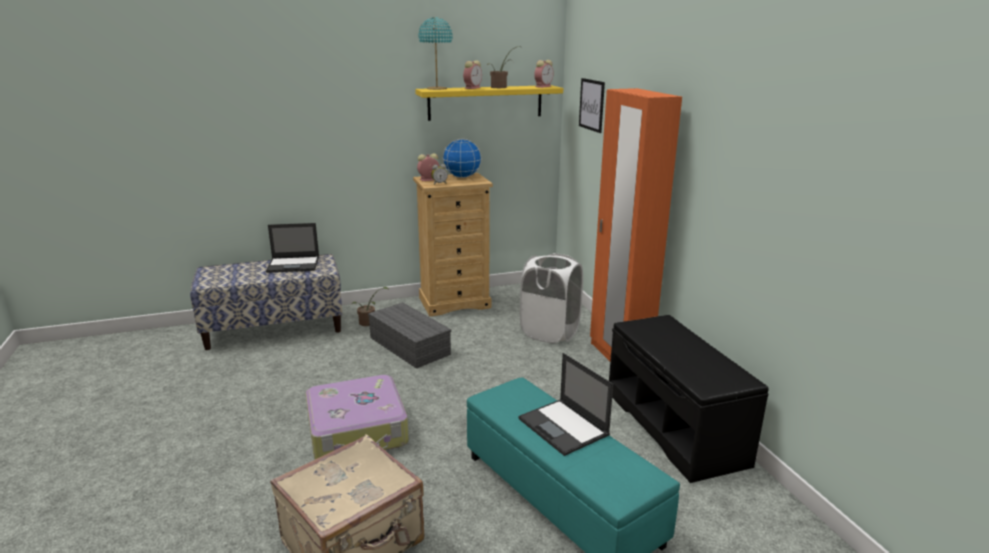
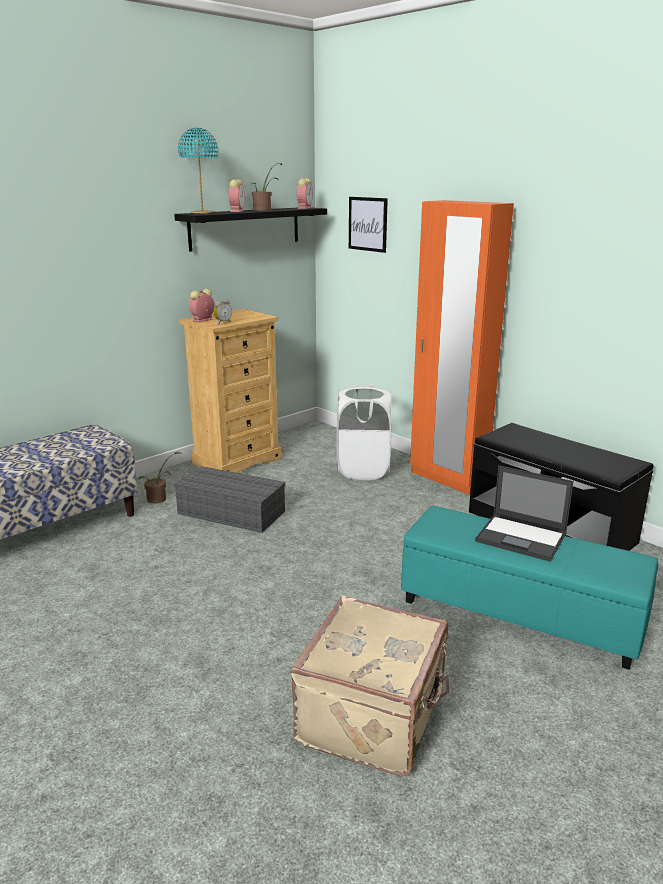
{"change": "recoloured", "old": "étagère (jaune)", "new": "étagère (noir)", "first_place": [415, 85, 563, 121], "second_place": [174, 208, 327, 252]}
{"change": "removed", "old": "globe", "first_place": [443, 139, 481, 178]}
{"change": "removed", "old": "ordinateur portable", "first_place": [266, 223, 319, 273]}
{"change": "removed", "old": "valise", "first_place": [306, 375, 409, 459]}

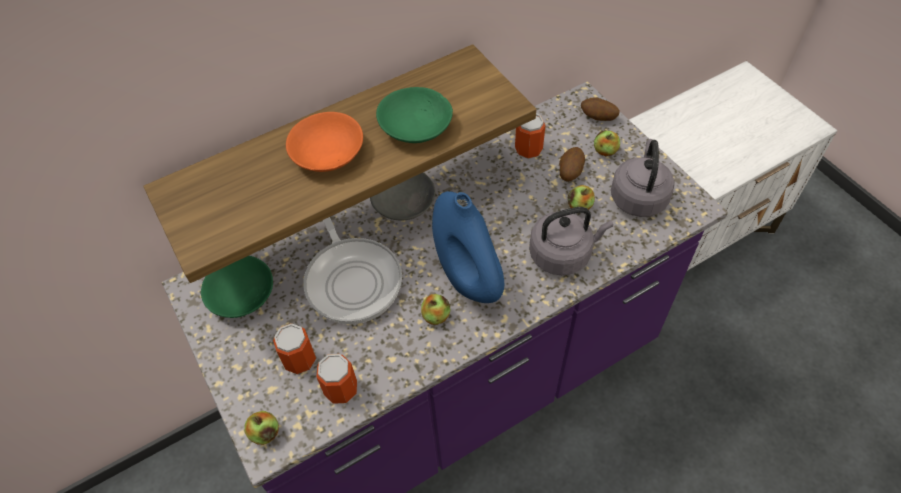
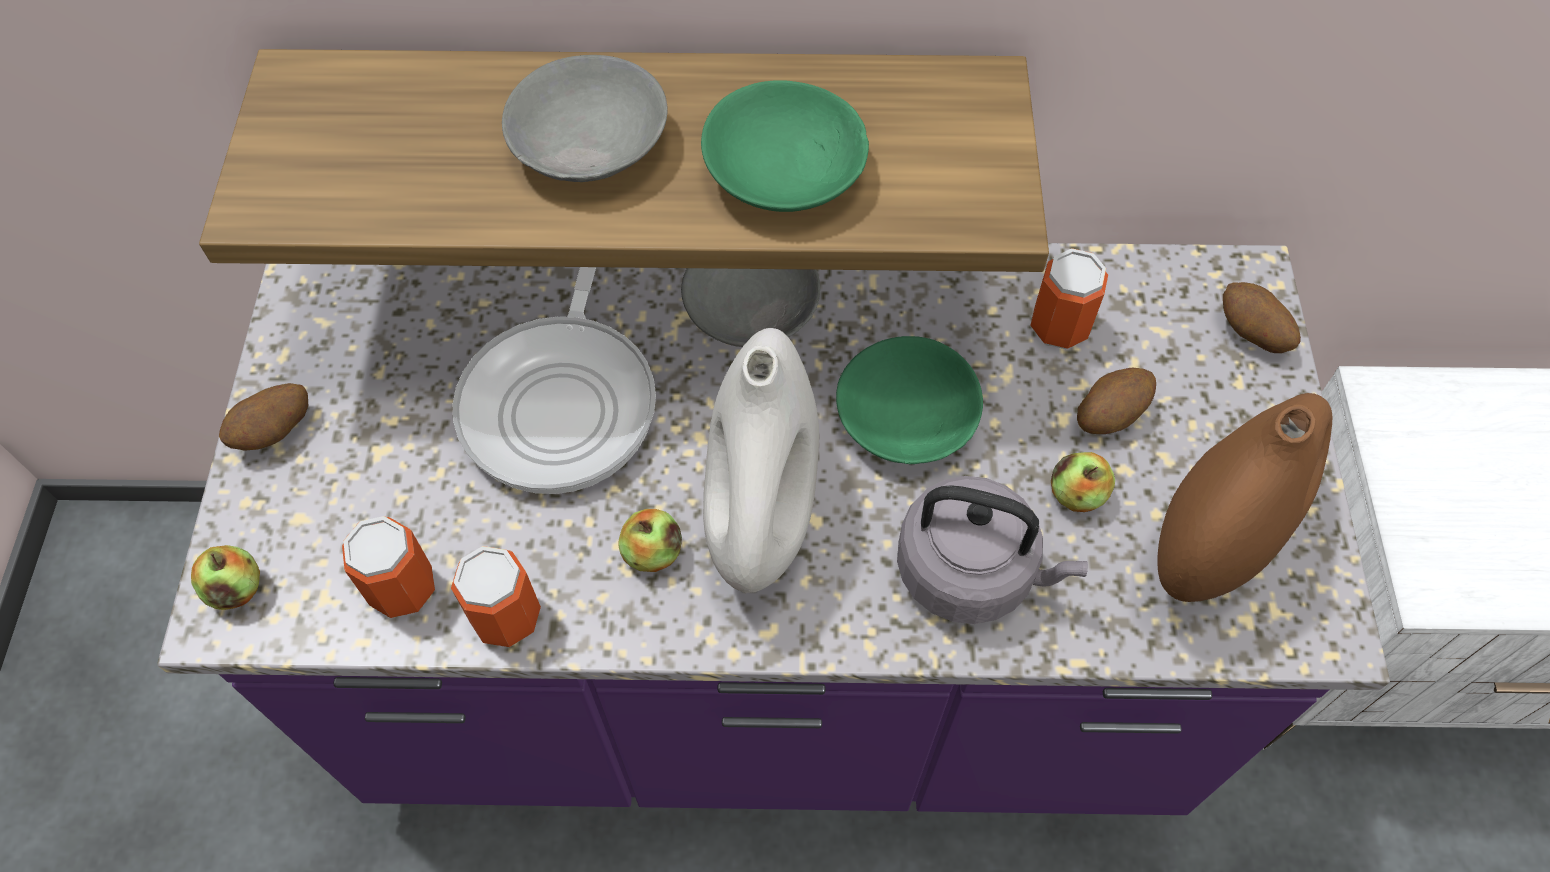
{"change": "recoloured", "old": "bol (orange)", "new": "bol (gris)", "first_place": [286, 112, 363, 172], "second_place": [502, 55, 668, 182]}
{"change": "removed", "old": "pomme", "first_place": [594, 131, 620, 156]}
{"change": "replaced", "old": "bouilloire (gris)", "new": "vase (marron)", "first_place": [611, 139, 675, 217], "second_place": [1158, 393, 1332, 602]}
{"change": "recoloured", "old": "vase (bleu)", "new": "vase (blanc)", "first_place": [432, 191, 504, 303], "second_place": [703, 328, 819, 593]}
{"change": "moved", "old": "bol (vert)", "first_place": [201, 256, 273, 318], "second_place": [836, 336, 983, 464]}
{"change": "moved", "old": "boîte métallique", "first_place": [273, 323, 316, 374], "second_place": [451, 546, 541, 647]}
{"change": "added", "new": "pomme de terre", "second_place": [219, 383, 308, 451]}

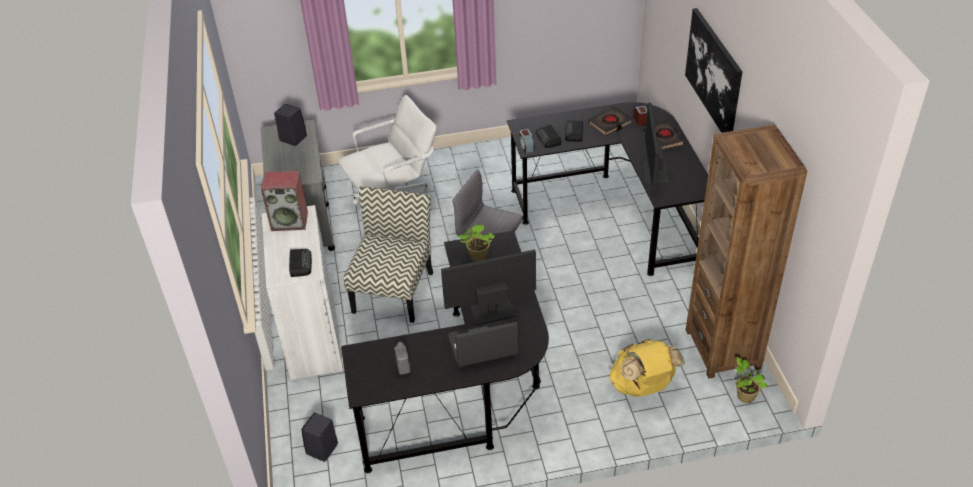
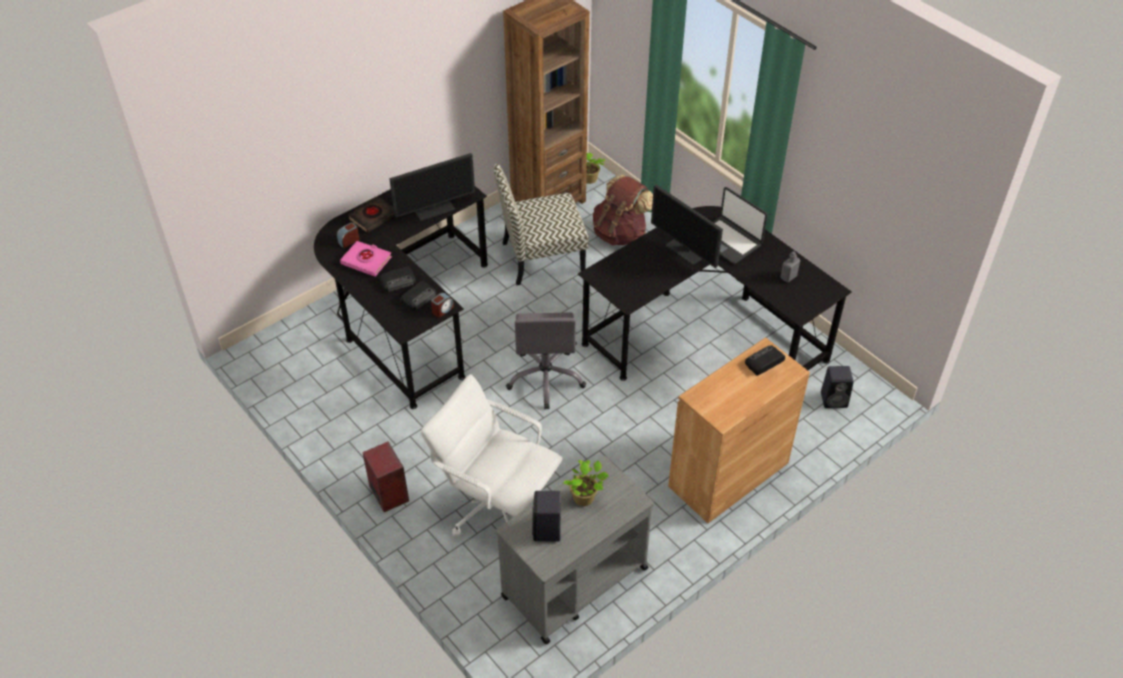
{"change": "removed", "old": "tableau", "first_place": [685, 8, 742, 133]}
{"change": "recoloured", "old": "livre (noir)", "new": "livre (rose)", "first_place": [588, 107, 632, 136], "second_place": [340, 241, 392, 277]}
{"change": "moved", "old": "enceinte", "first_place": [261, 171, 308, 231], "second_place": [362, 442, 409, 512]}
{"change": "moved", "old": "chaise", "first_place": [343, 186, 433, 323], "second_place": [494, 164, 588, 285]}
{"change": "recoloured", "old": "meuble de rangement (blanc)", "new": "meuble de rangement (marron)", "first_place": [262, 205, 343, 380], "second_place": [668, 337, 810, 523]}
{"change": "moved", "old": "plante en pot", "first_place": [458, 224, 495, 261], "second_place": [563, 460, 609, 506]}
{"change": "recoloured", "old": "sac à dos (jaune)", "new": "sac à dos (marron)", "first_place": [609, 339, 685, 397], "second_place": [593, 175, 653, 245]}

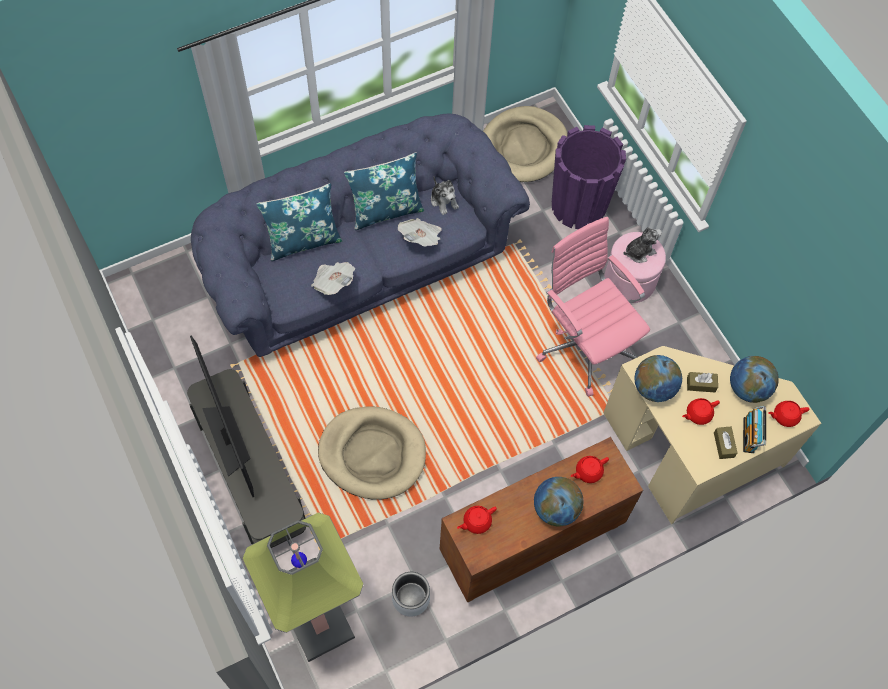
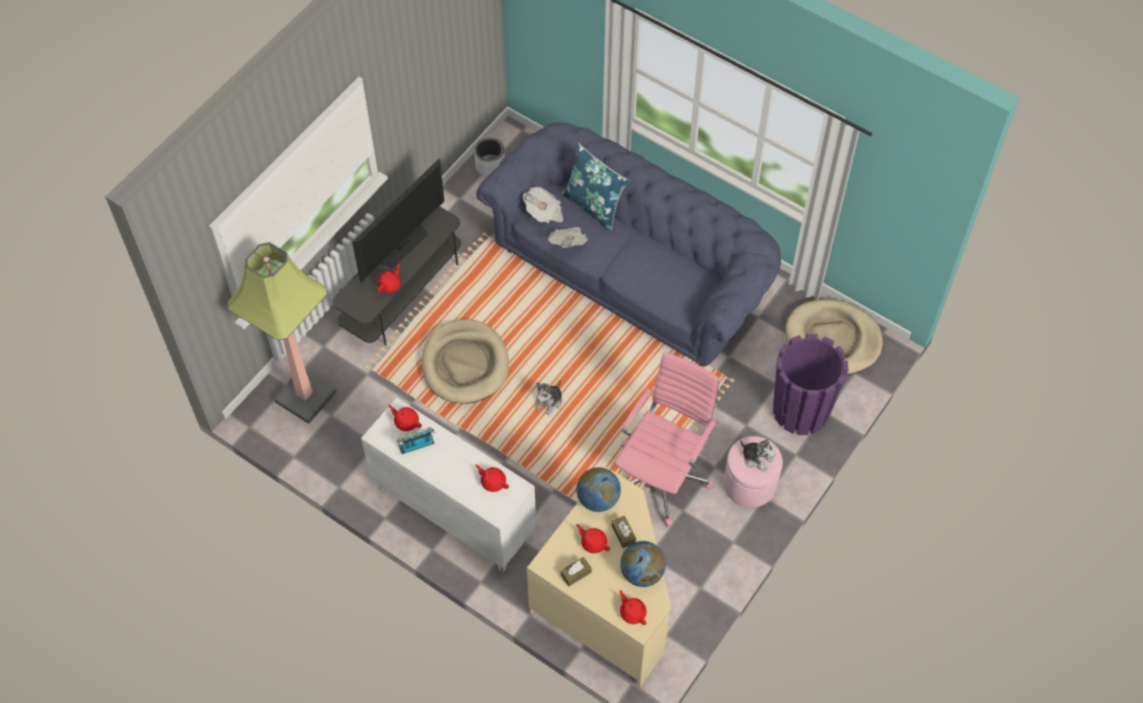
{"change": "removed", "old": "coussin (bleu)", "first_place": [344, 153, 424, 230]}
{"change": "moved", "old": "peluche", "first_place": [431, 177, 459, 215], "second_place": [535, 380, 562, 416]}
{"change": "moved", "old": "journal", "first_place": [398, 218, 442, 247], "second_place": [523, 187, 563, 223]}
{"change": "moved", "old": "radio", "first_place": [743, 406, 766, 453], "second_place": [397, 427, 435, 454]}
{"change": "recoloured", "old": "meuble de rangement (marron)", "new": "meuble de rangement (blanc)", "first_place": [440, 437, 643, 602], "second_place": [361, 398, 536, 572]}
{"change": "removed", "old": "globe", "first_place": [534, 477, 584, 526]}
{"change": "moved", "old": "cache-pot (gris)", "first_place": [392, 572, 430, 617], "second_place": [474, 138, 505, 176]}
{"change": "added", "new": "théière (rouge)", "second_place": [378, 264, 400, 293]}

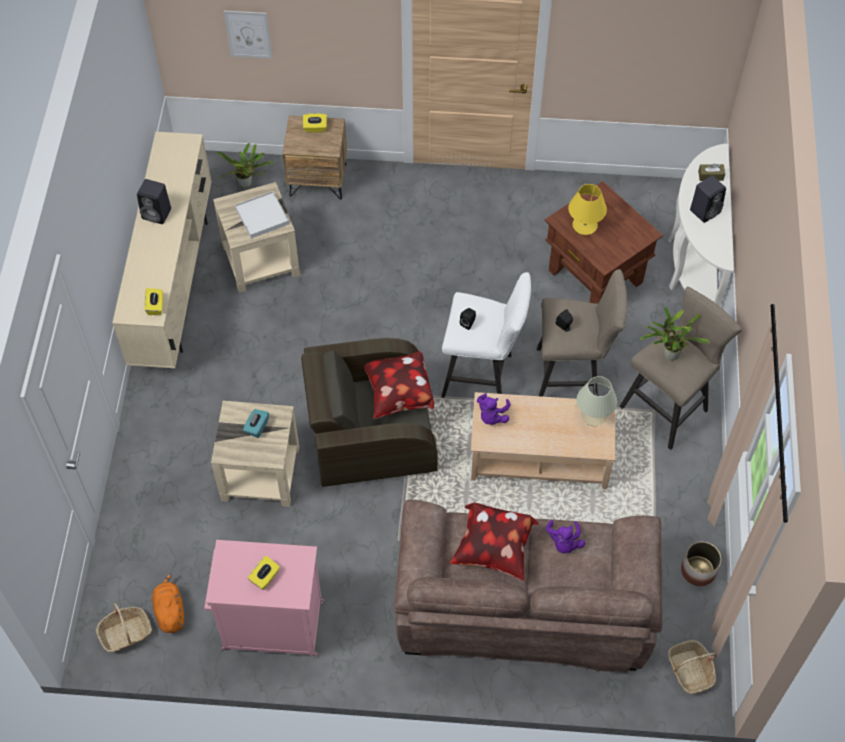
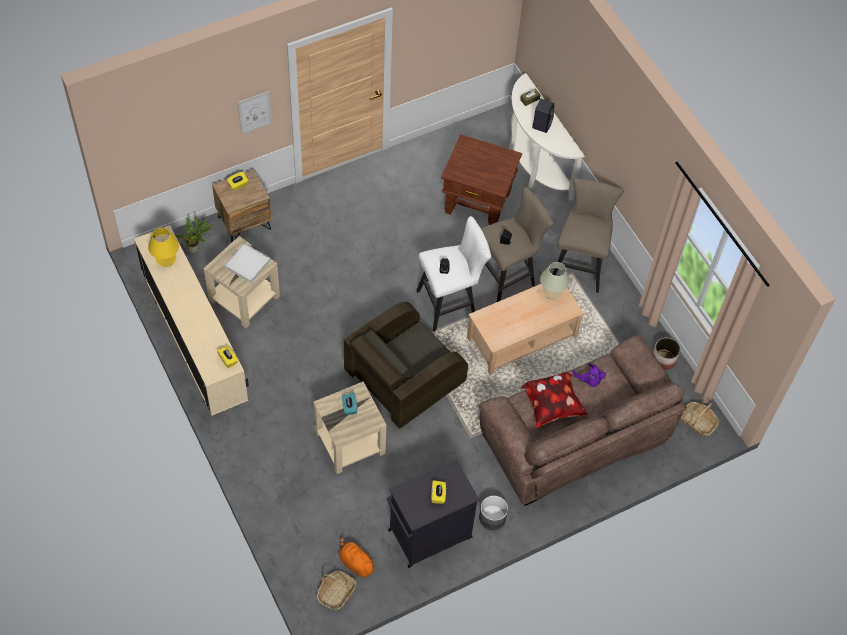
{"change": "moved", "old": "tableau", "first_place": [224, 11, 272, 59], "second_place": [238, 91, 272, 134]}
{"change": "removed", "old": "enceinte (noir)", "first_place": [137, 179, 171, 224]}
{"change": "moved", "old": "lampe de table (jaune)", "first_place": [568, 184, 607, 235], "second_place": [148, 228, 179, 267]}
{"change": "removed", "old": "plante en pot", "first_place": [639, 306, 710, 360]}
{"change": "removed", "old": "coussin", "first_place": [364, 351, 434, 419]}
{"change": "removed", "old": "peluche (violet)", "first_place": [477, 393, 510, 425]}
{"change": "recoloured", "old": "meuble de rangement (rose)", "new": "meuble de rangement (noir)", "first_place": [204, 540, 325, 657], "second_place": [387, 459, 480, 568]}
{"change": "added", "new": "cache-pot (gris)", "second_place": [479, 495, 508, 530]}

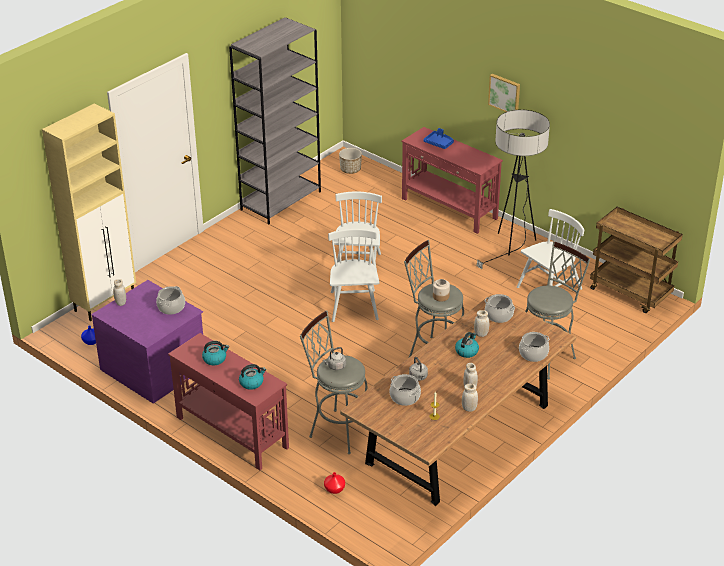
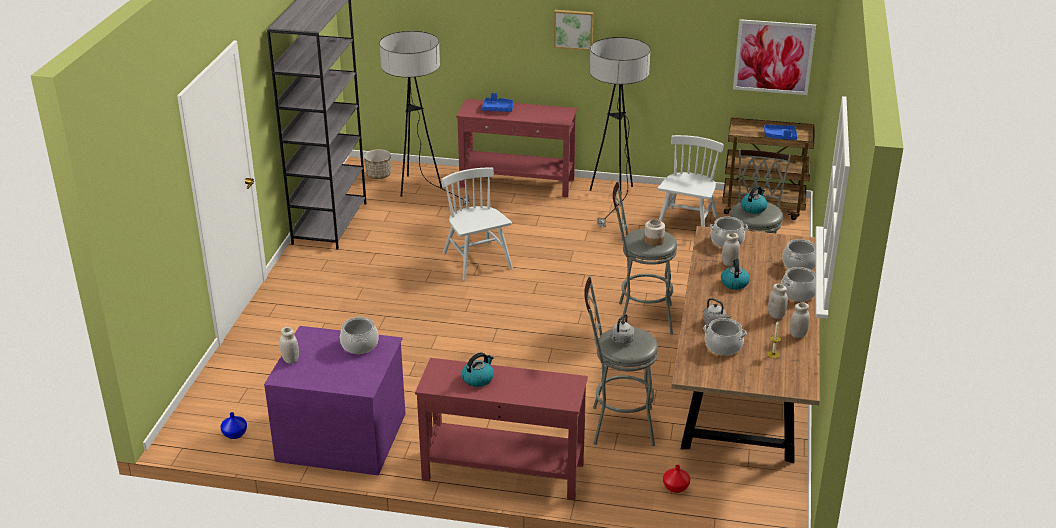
{"change": "removed", "old": "meuble de rangement (beige)", "first_place": [42, 103, 136, 321]}
{"change": "removed", "old": "chaise (blanc)", "first_place": [328, 229, 380, 322]}
{"change": "moved", "old": "bouilloire", "first_place": [239, 364, 266, 390], "second_place": [741, 186, 767, 214]}
{"change": "added", "new": "tableau", "second_place": [733, 19, 816, 95]}
{"change": "added", "new": "lampadaire", "second_place": [380, 31, 471, 206]}
{"change": "added", "new": "plateau (bleu)", "second_place": [764, 125, 797, 140]}
{"change": "added", "new": "marmite", "second_place": [781, 267, 816, 302]}

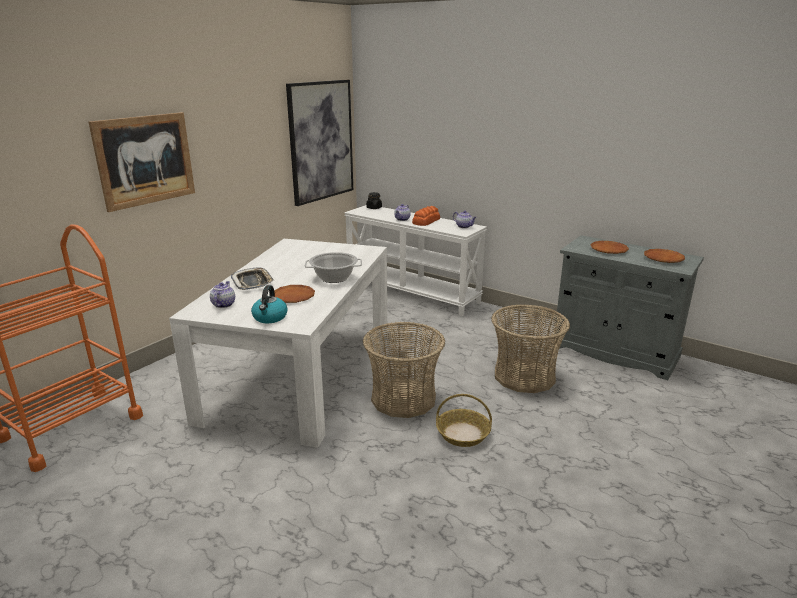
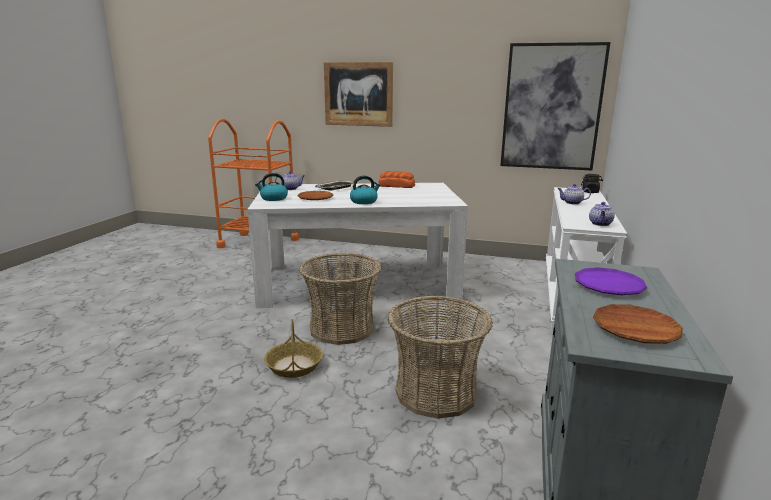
{"change": "moved", "old": "pain", "first_place": [412, 206, 440, 226], "second_place": [378, 171, 415, 188]}
{"change": "recoloured", "old": "assiette (marron)", "new": "assiette (violet)", "first_place": [590, 241, 629, 254], "second_place": [575, 267, 647, 295]}
{"change": "replaced", "old": "marmite", "new": "bouilloire", "first_place": [305, 252, 362, 283], "second_place": [350, 175, 381, 204]}

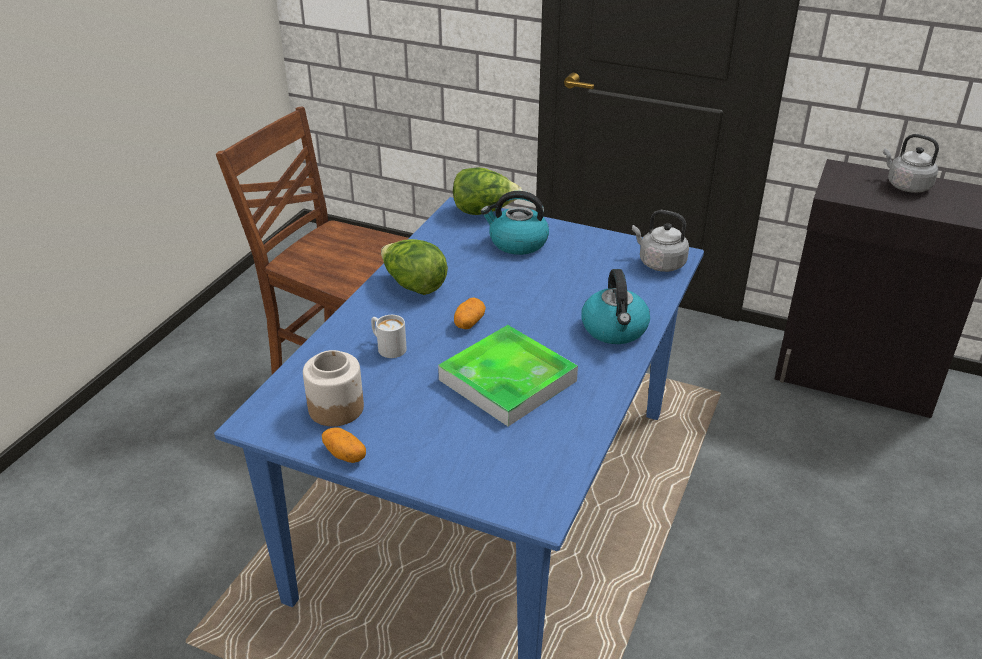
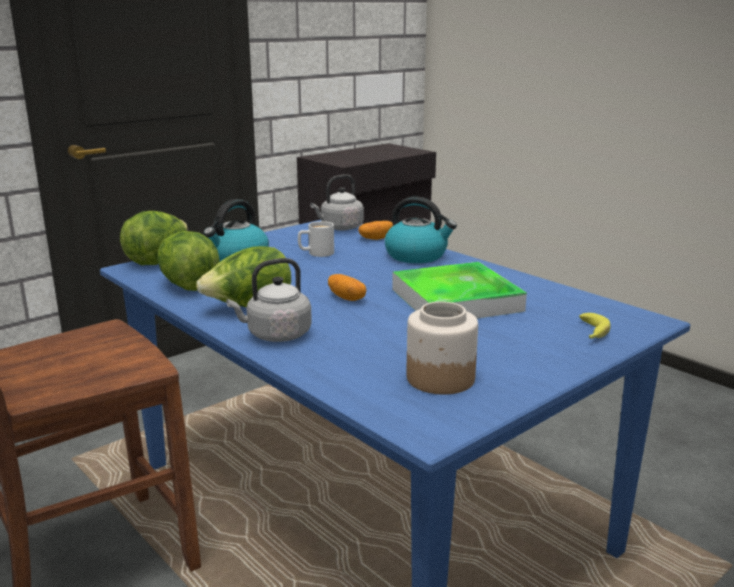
{"change": "moved", "old": "bouilloire (gris)", "first_place": [883, 134, 939, 193], "second_place": [226, 258, 312, 342]}
{"change": "moved", "old": "mug (blanc)", "first_place": [371, 315, 407, 358], "second_place": [298, 221, 334, 257]}
{"change": "moved", "old": "pomme de terre", "first_place": [322, 427, 366, 463], "second_place": [358, 221, 393, 240]}
{"change": "added", "new": "laitue", "second_place": [157, 231, 220, 291]}
{"change": "added", "new": "banane", "second_place": [579, 313, 611, 339]}

